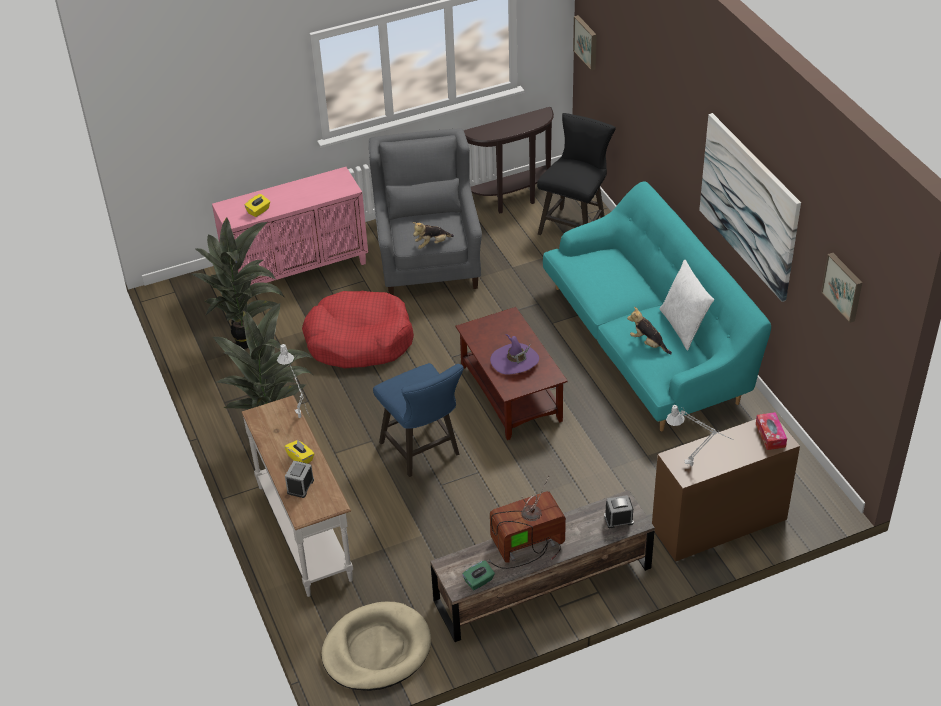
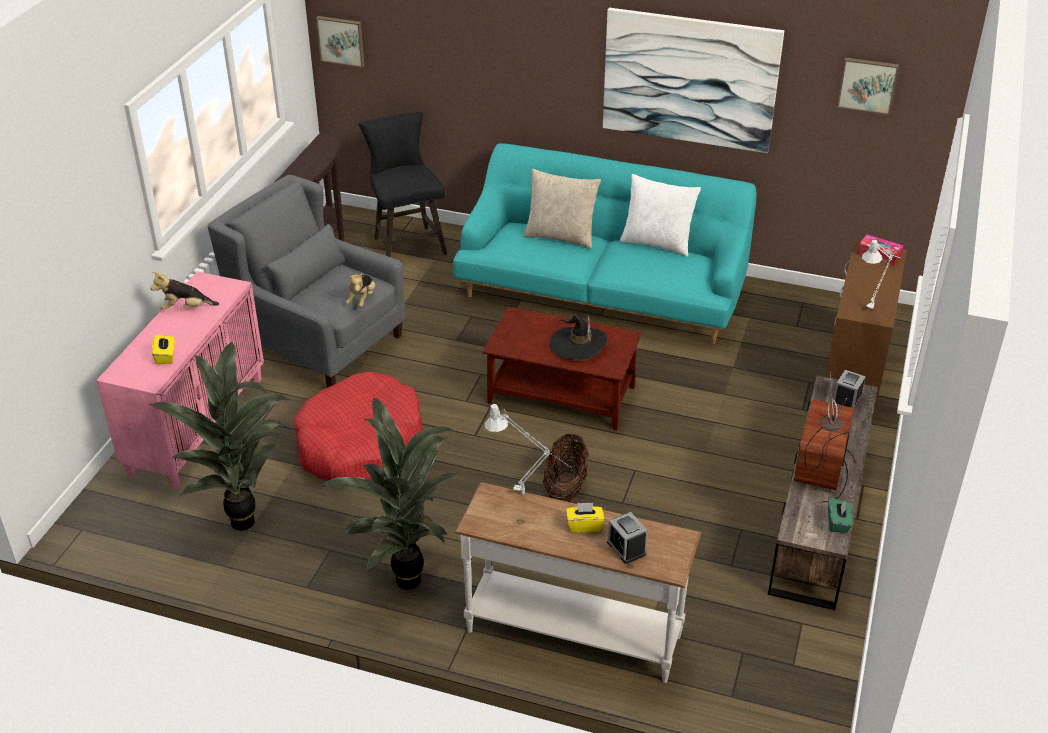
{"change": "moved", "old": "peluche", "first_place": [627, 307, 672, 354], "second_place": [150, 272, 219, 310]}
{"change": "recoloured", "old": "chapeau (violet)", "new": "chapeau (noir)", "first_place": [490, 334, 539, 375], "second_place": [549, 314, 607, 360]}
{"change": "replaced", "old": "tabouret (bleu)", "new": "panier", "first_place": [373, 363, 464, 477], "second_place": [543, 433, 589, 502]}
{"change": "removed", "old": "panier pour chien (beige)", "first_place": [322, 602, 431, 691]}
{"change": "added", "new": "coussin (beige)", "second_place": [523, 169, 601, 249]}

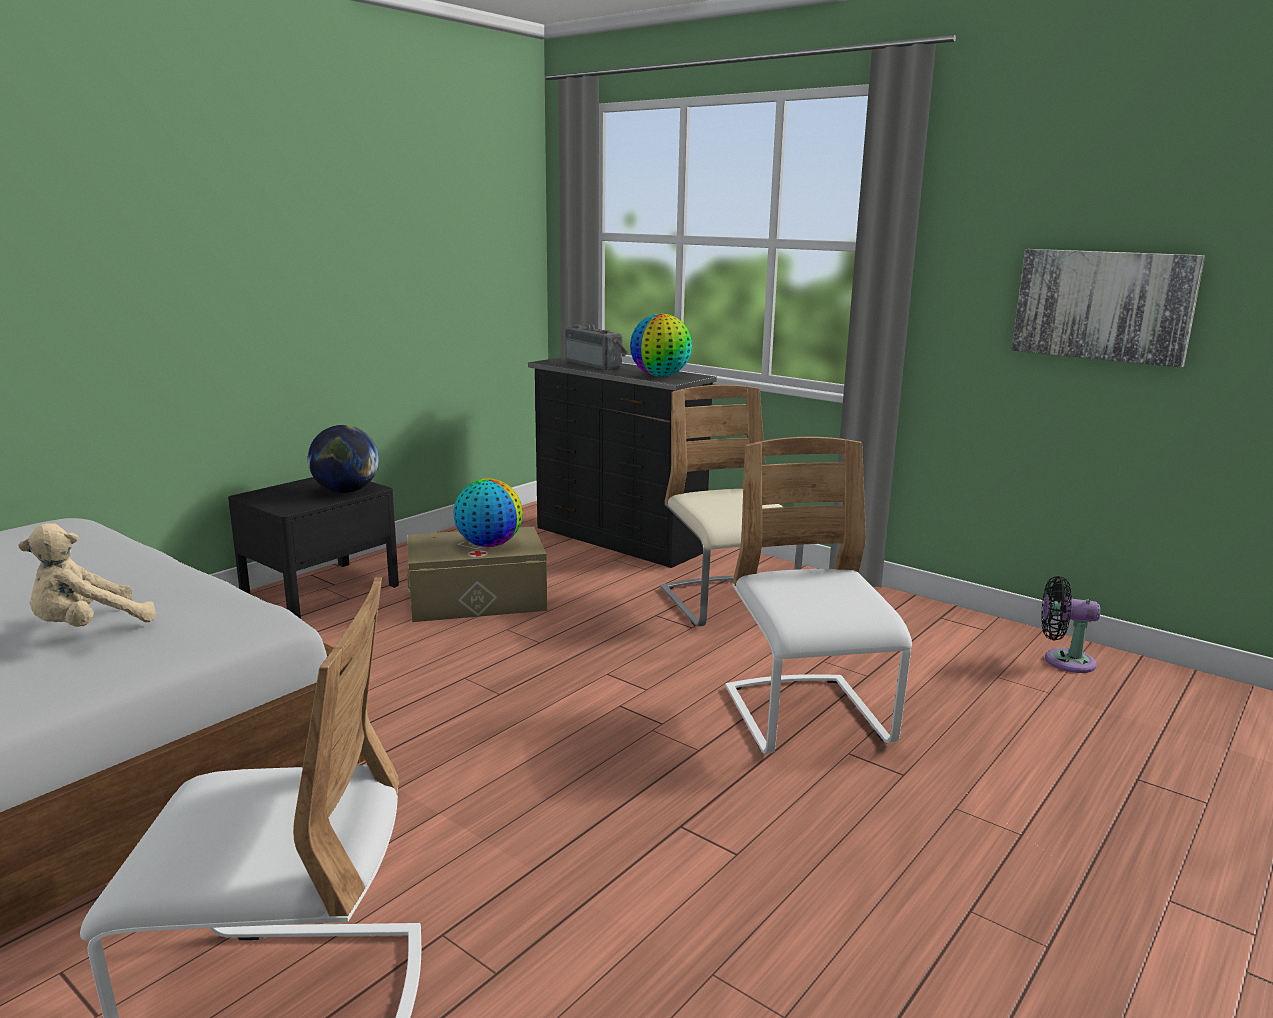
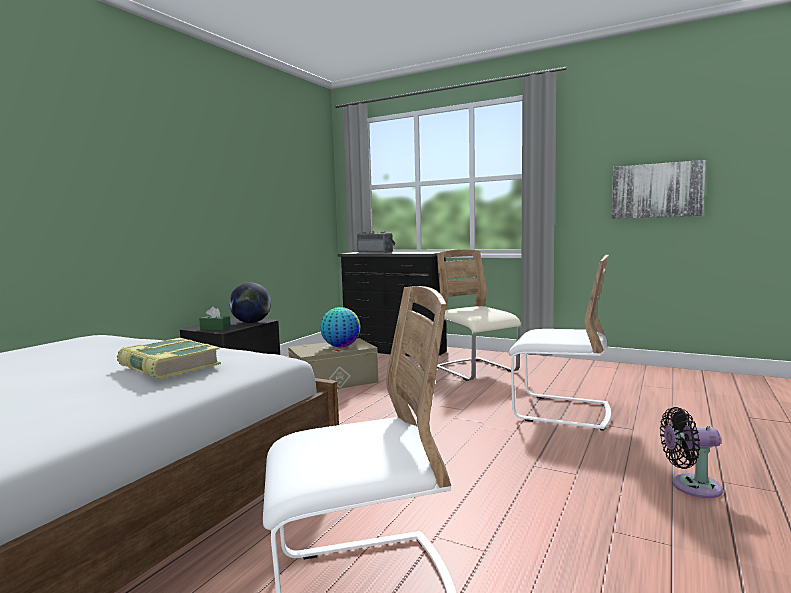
{"change": "removed", "old": "globe", "first_place": [630, 314, 692, 377]}
{"change": "turned", "old": "chaise (blanc)", "first_place": [725, 437, 912, 754], "second_place": [508, 255, 611, 431], "degrees": 135}
{"change": "replaced", "old": "peluche (beige)", "new": "livre", "first_place": [18, 523, 156, 627], "second_place": [117, 338, 221, 379]}
{"change": "moved", "old": "ventilateur (noir)", "first_place": [1041, 576, 1100, 673], "second_place": [660, 407, 723, 498]}
{"change": "added", "new": "boîte à mouchoirs (vert)", "second_place": [199, 307, 231, 330]}

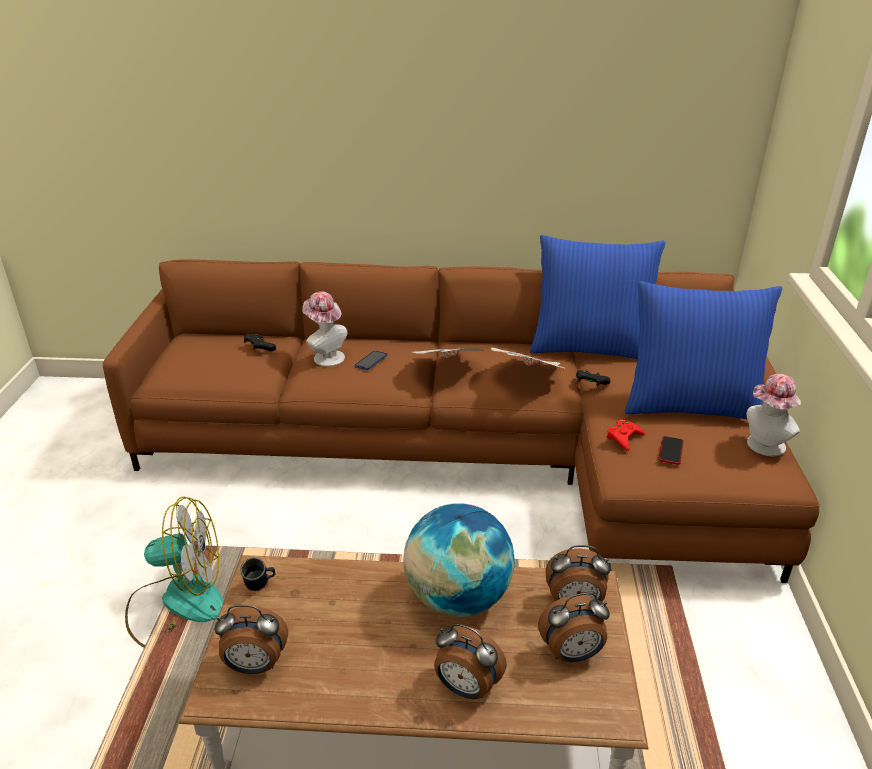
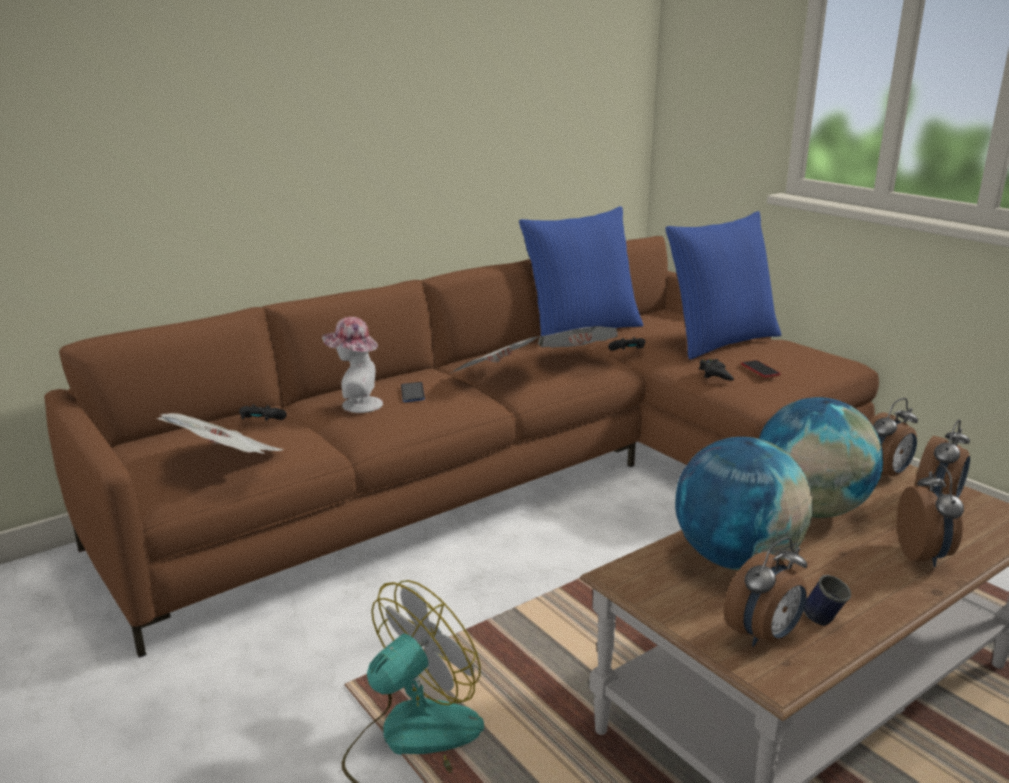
{"change": "removed", "old": "chapeau", "first_place": [747, 374, 801, 456]}
{"change": "recoloured", "old": "manette (rouge)", "new": "manette (noir)", "first_place": [607, 419, 645, 451], "second_place": [699, 359, 734, 381]}
{"change": "moved", "old": "mug (bleu)", "first_place": [240, 557, 276, 591], "second_place": [804, 575, 851, 626]}
{"change": "turned", "old": "réveil", "first_place": [434, 624, 507, 699], "second_place": [897, 465, 964, 567], "degrees": -75}
{"change": "added", "new": "journal", "second_place": [156, 413, 283, 454]}
{"change": "added", "new": "globe", "second_place": [675, 437, 813, 570]}

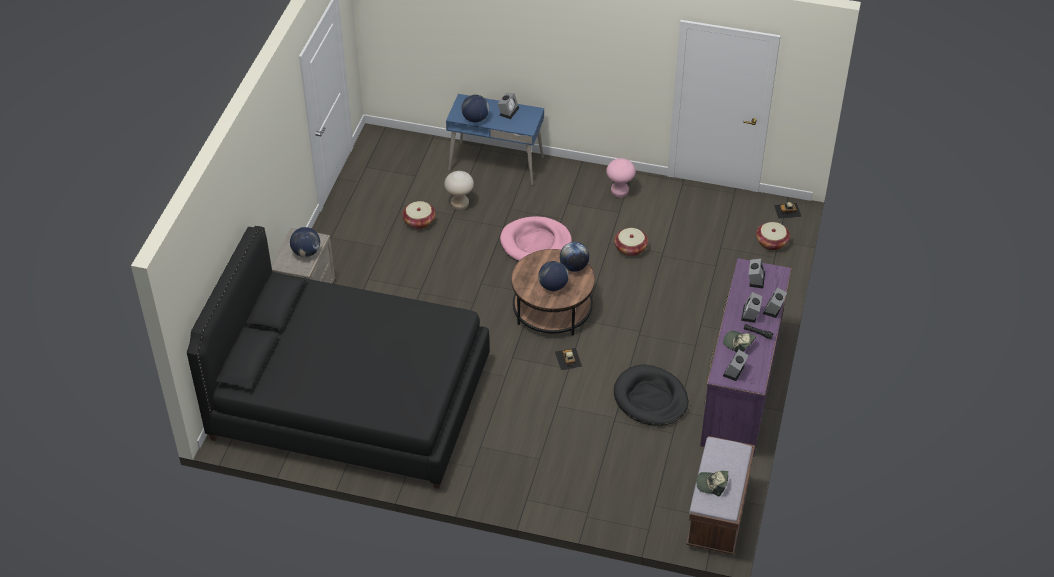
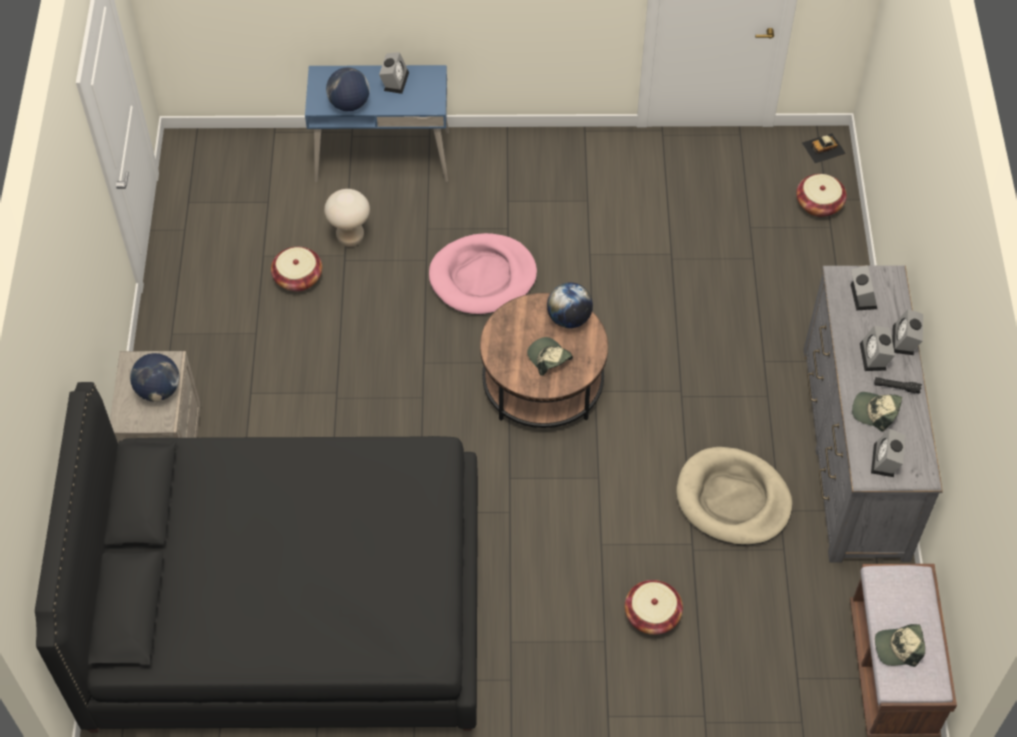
{"change": "removed", "old": "tabouret (rose)", "first_place": [606, 158, 636, 198]}
{"change": "moved", "old": "panier", "first_place": [614, 228, 648, 256], "second_place": [625, 580, 683, 635]}
{"change": "recoloured", "old": "commode (violet)", "new": "commode (gris)", "first_place": [700, 258, 792, 457], "second_place": [804, 265, 943, 562]}
{"change": "replaced", "old": "globe", "new": "casquette", "first_place": [538, 261, 569, 291], "second_place": [527, 337, 573, 376]}
{"change": "removed", "old": "petite voiture", "first_place": [555, 348, 582, 370]}
{"change": "recoloured", "old": "panier pour chien (noir)", "new": "panier pour chien (beige)", "first_place": [614, 365, 688, 426], "second_place": [676, 447, 793, 545]}

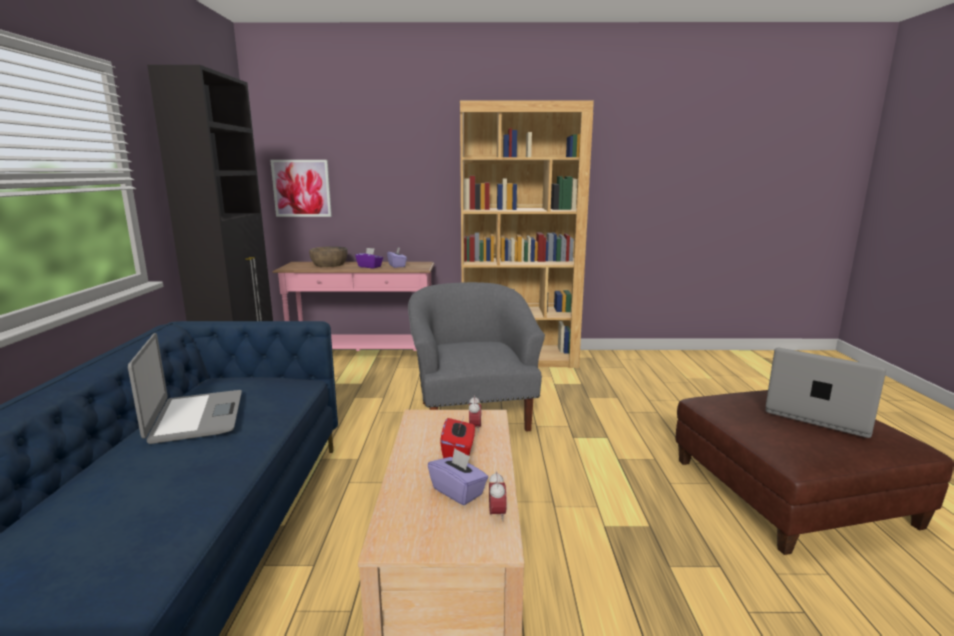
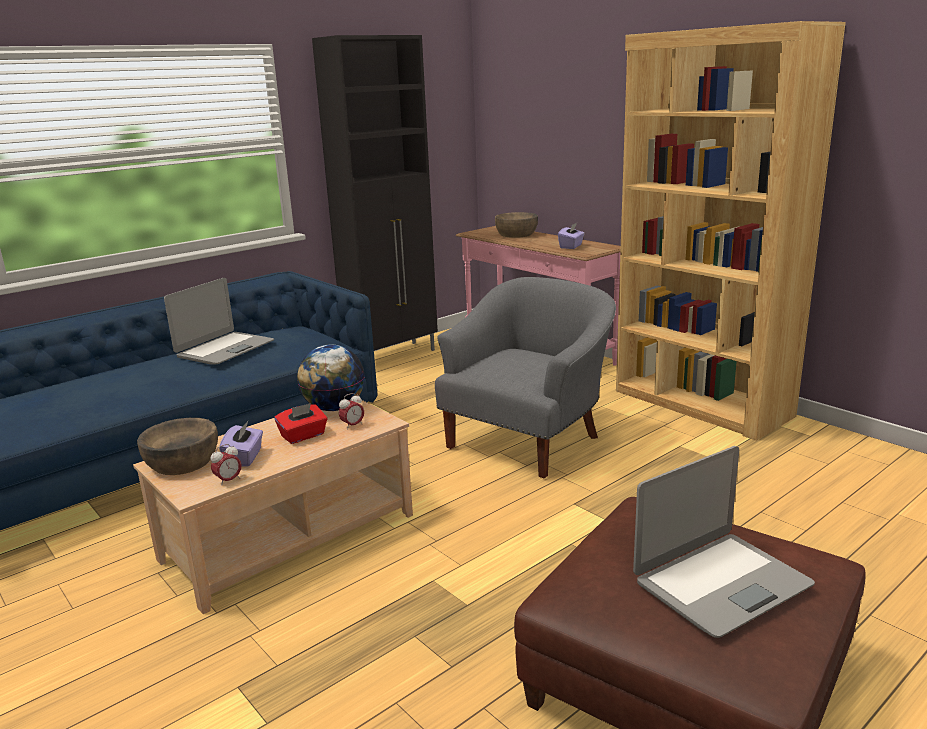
{"change": "removed", "old": "tableau", "first_place": [270, 160, 332, 217]}
{"change": "removed", "old": "boîte à mouchoirs (violet)", "first_place": [355, 248, 383, 268]}
{"change": "turned", "old": "ordinateur portable", "first_place": [766, 348, 886, 438], "second_place": [633, 446, 815, 638], "degrees": 60}
{"change": "added", "new": "globe", "second_place": [297, 345, 365, 411]}
{"change": "added", "new": "bol (marron)", "second_place": [137, 418, 218, 475]}

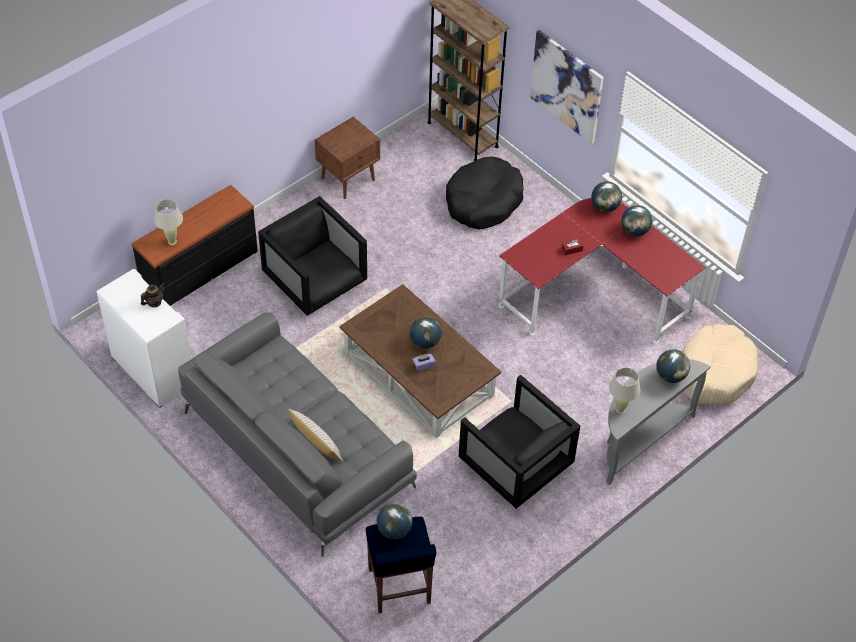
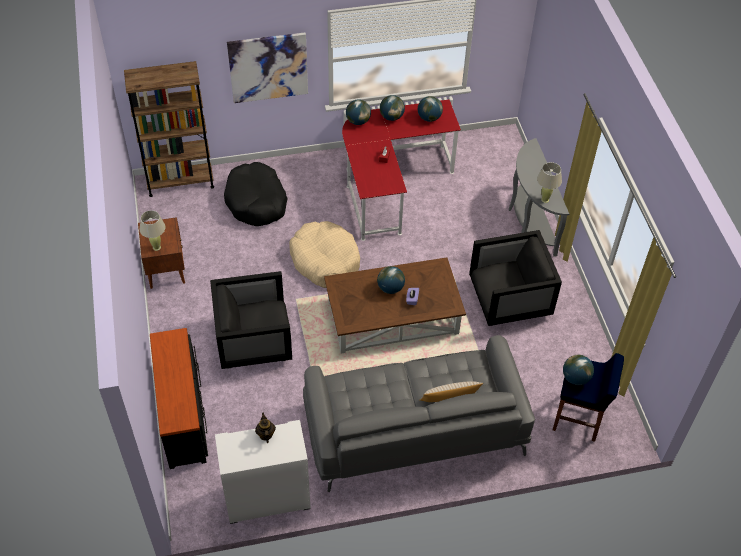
{"change": "moved", "old": "lampe de table (beige)", "first_place": [154, 199, 183, 245], "second_place": [140, 210, 166, 251]}
{"change": "moved", "old": "panier pour chien (beige)", "first_place": [682, 324, 758, 405], "second_place": [289, 221, 360, 288]}
{"change": "moved", "old": "globe", "first_place": [656, 350, 690, 383], "second_place": [418, 96, 443, 122]}

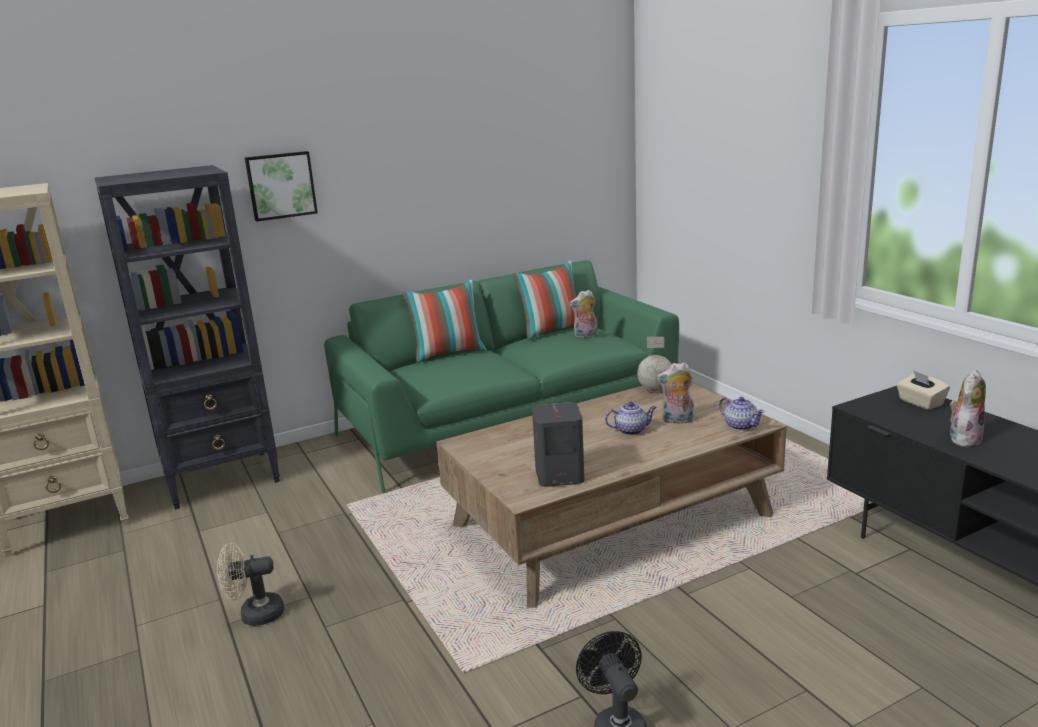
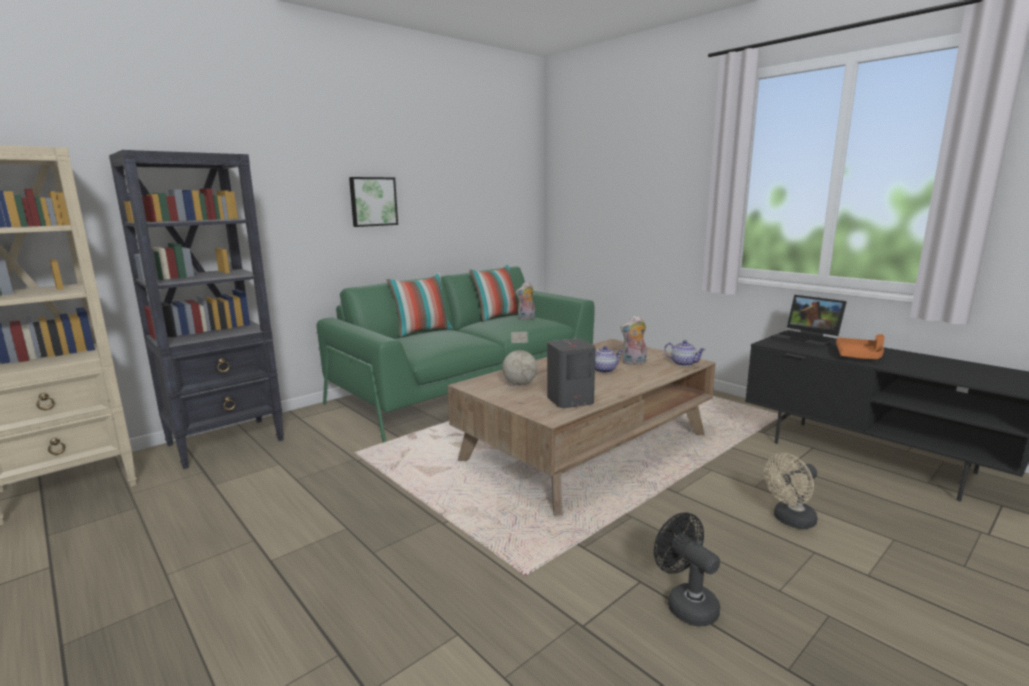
{"change": "moved", "old": "tableau", "first_place": [245, 151, 318, 221], "second_place": [349, 177, 398, 227]}
{"change": "moved", "old": "globe", "first_place": [637, 337, 672, 392], "second_place": [502, 332, 537, 385]}
{"change": "replaced", "old": "peluche", "new": "plateau (orange)", "first_place": [950, 370, 986, 447], "second_place": [836, 334, 885, 359]}
{"change": "replaced", "old": "boîte à mouchoirs (beige)", "new": "ordinateur portable", "first_place": [897, 371, 950, 410], "second_place": [771, 295, 847, 349]}
{"change": "moved", "old": "ventilateur (beige)", "first_place": [217, 543, 284, 626], "second_place": [764, 453, 818, 529]}

